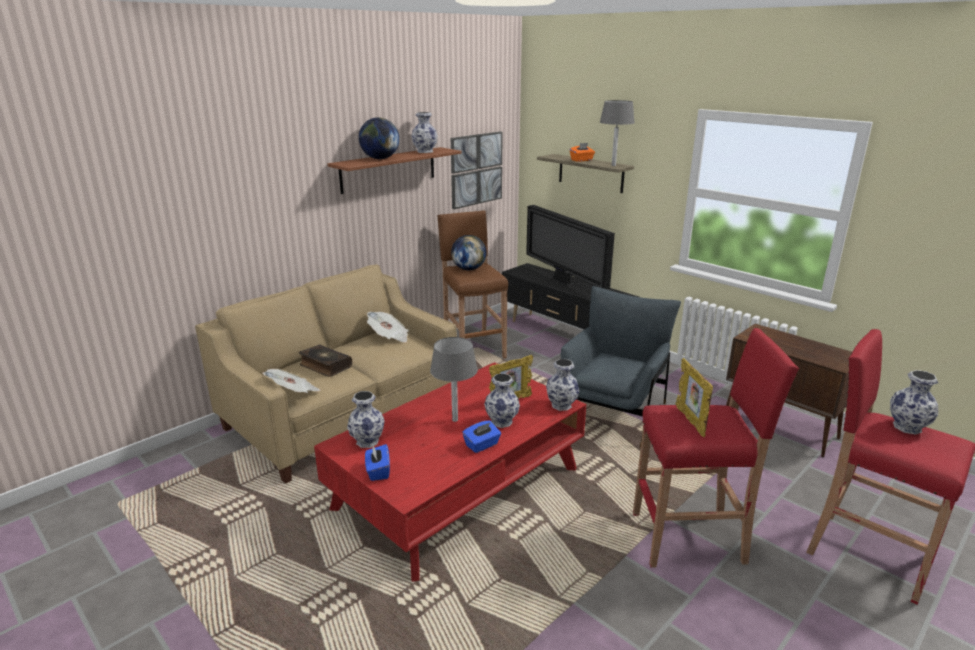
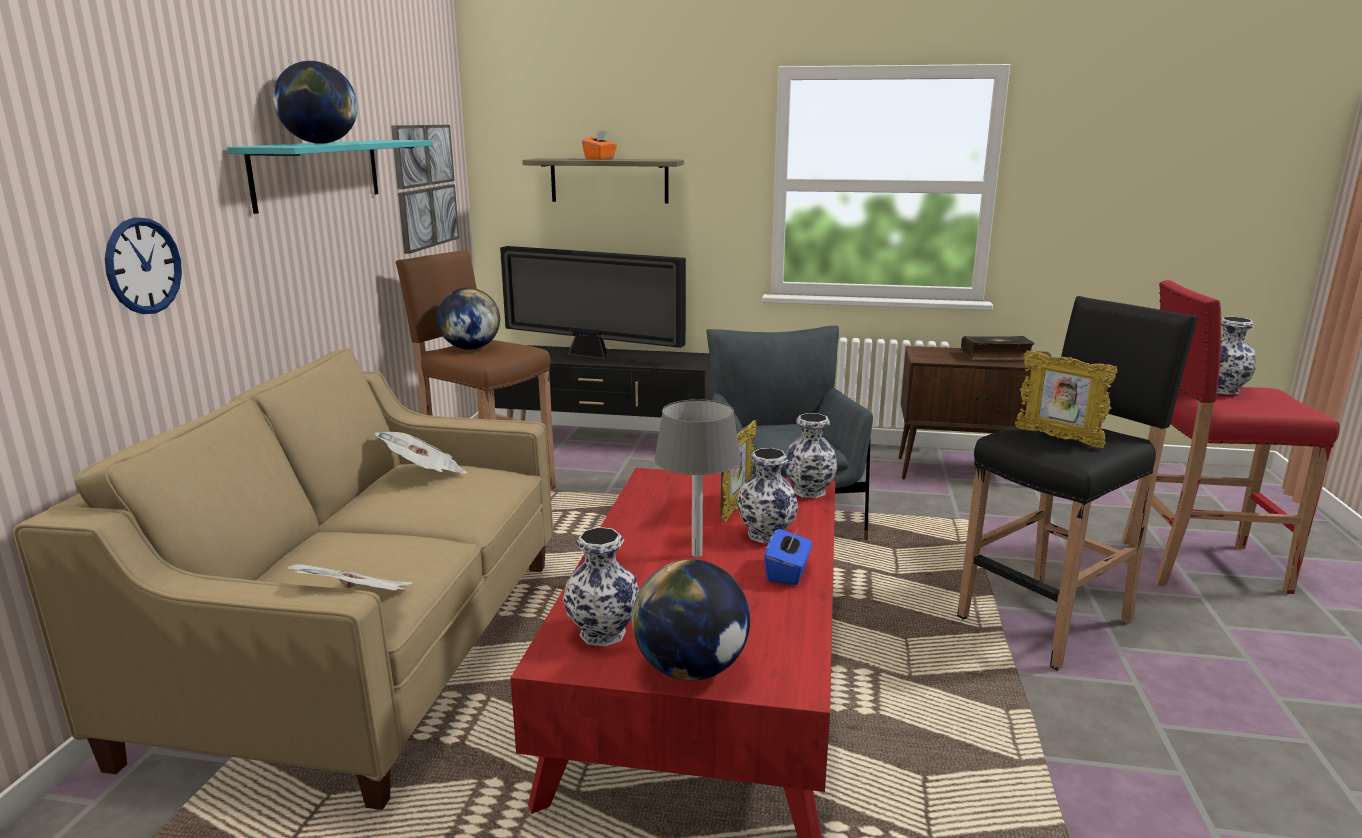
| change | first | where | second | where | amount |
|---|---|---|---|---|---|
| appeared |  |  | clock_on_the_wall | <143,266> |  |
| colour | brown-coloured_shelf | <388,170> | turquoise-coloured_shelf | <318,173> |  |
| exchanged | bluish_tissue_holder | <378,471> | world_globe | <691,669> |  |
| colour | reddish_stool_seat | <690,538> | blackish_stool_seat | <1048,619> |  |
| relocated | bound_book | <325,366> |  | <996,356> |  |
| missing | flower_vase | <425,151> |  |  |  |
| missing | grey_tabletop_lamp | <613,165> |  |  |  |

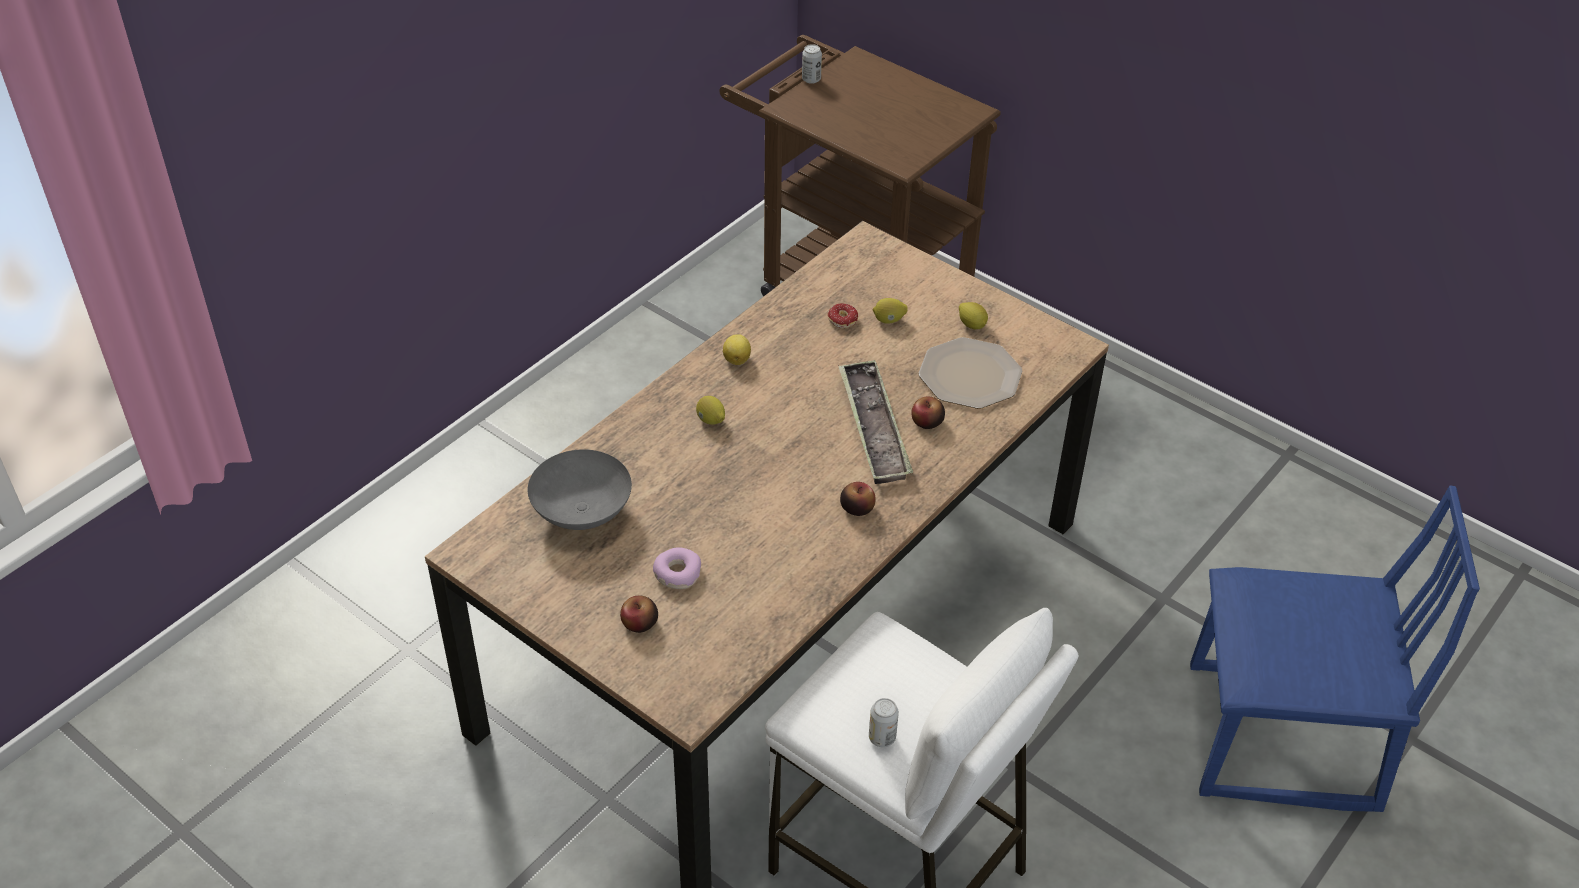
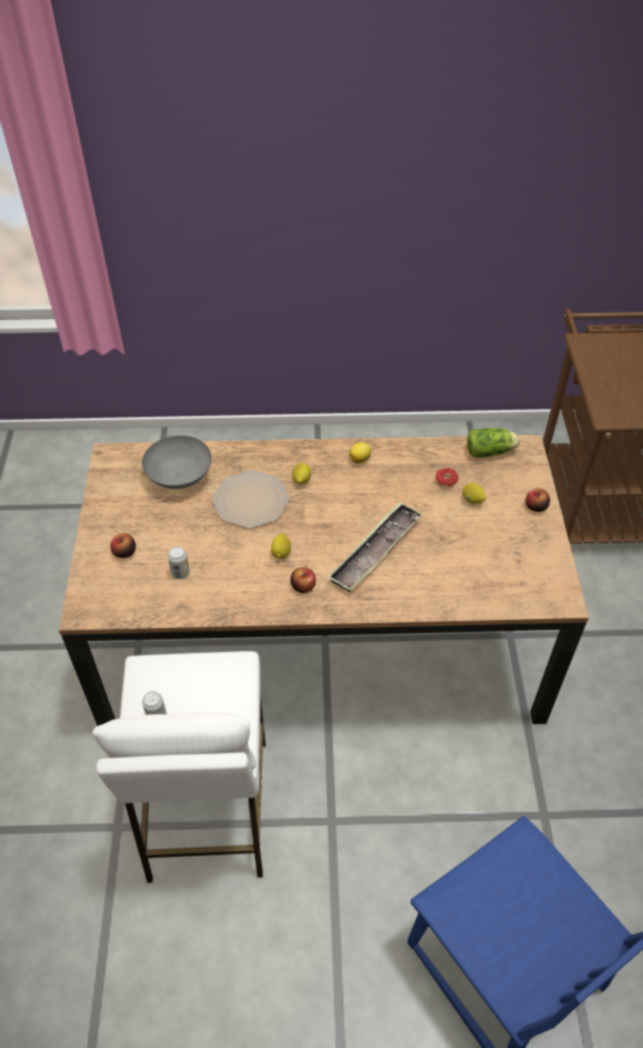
| change | first | where | second | where | amount |
|---|---|---|---|---|---|
| relocated | can | <811,79> |  | <180,573> |  |
| relocated | dinner_plate | <970,374> |  | <251,500> |  |
| relocated | whole_lemon | <972,325> |  | <281,552> |  |
| appeared |  |  | lettuce | <491,451> |  |
| relocated | apple_fruit | <927,422> |  | <535,506> |  |
| missing | donut | <677,573> |  |  |  |

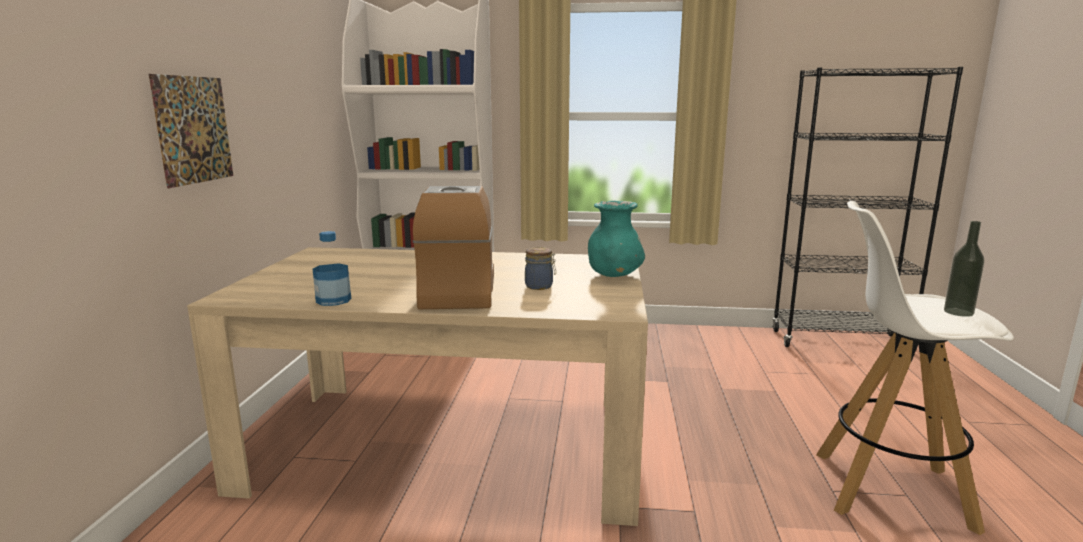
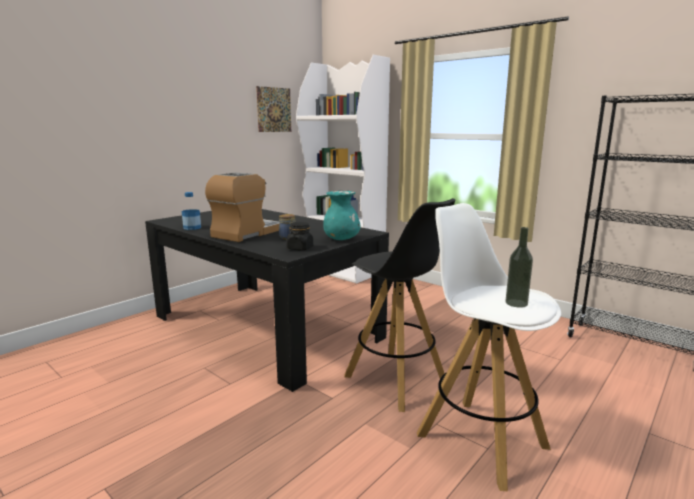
| change | first | where | second | where | amount |
|---|---|---|---|---|---|
| colour | beige_dining_table | <449,445> | blackish_dining_table | <265,326> |  |
| relocated | picture | <194,130> |  | <274,109> |  |
| appeared |  |  | blackish_preserve_jar | <300,248> |  |
| appeared |  |  | blackish_stool_seat | <396,381> |  |

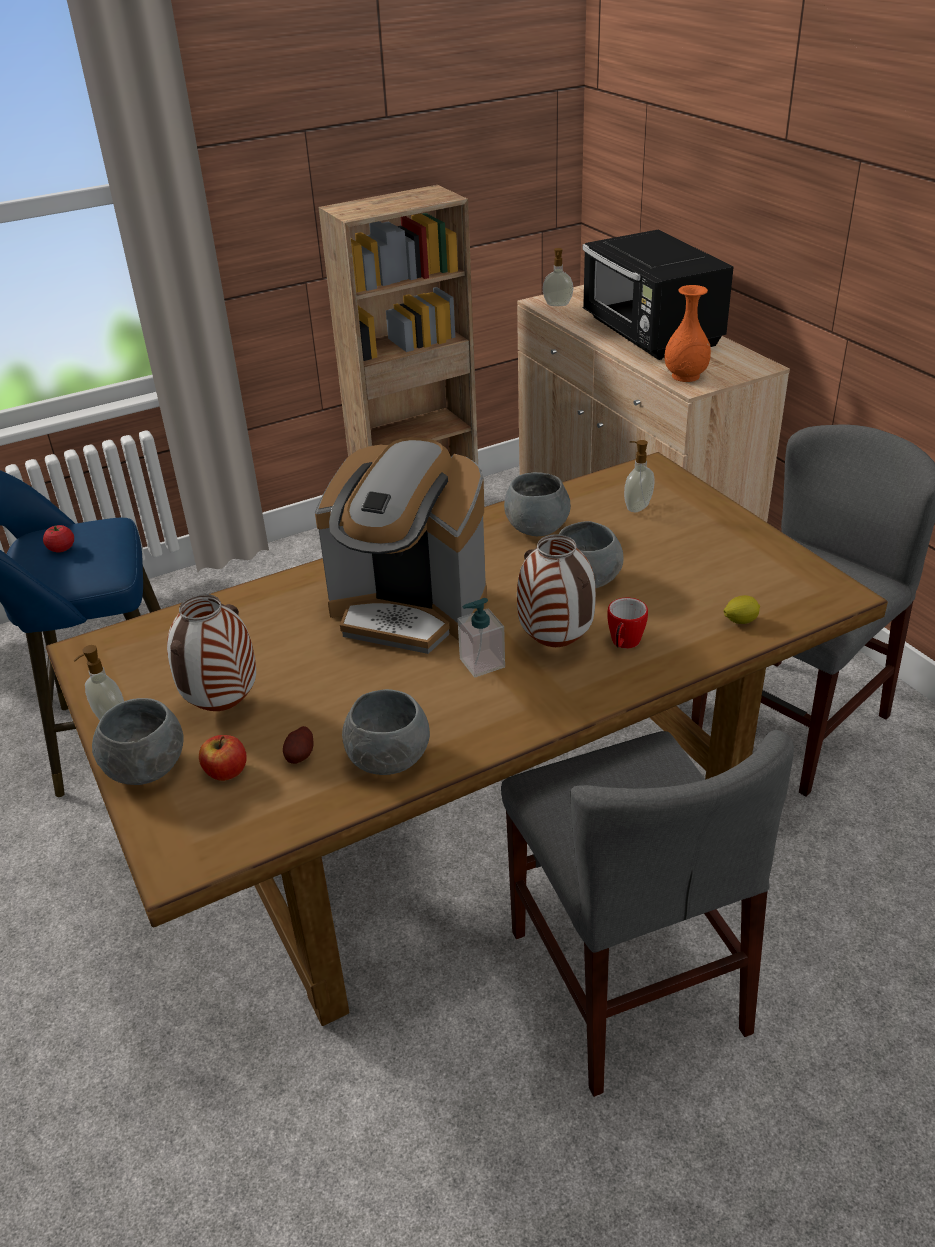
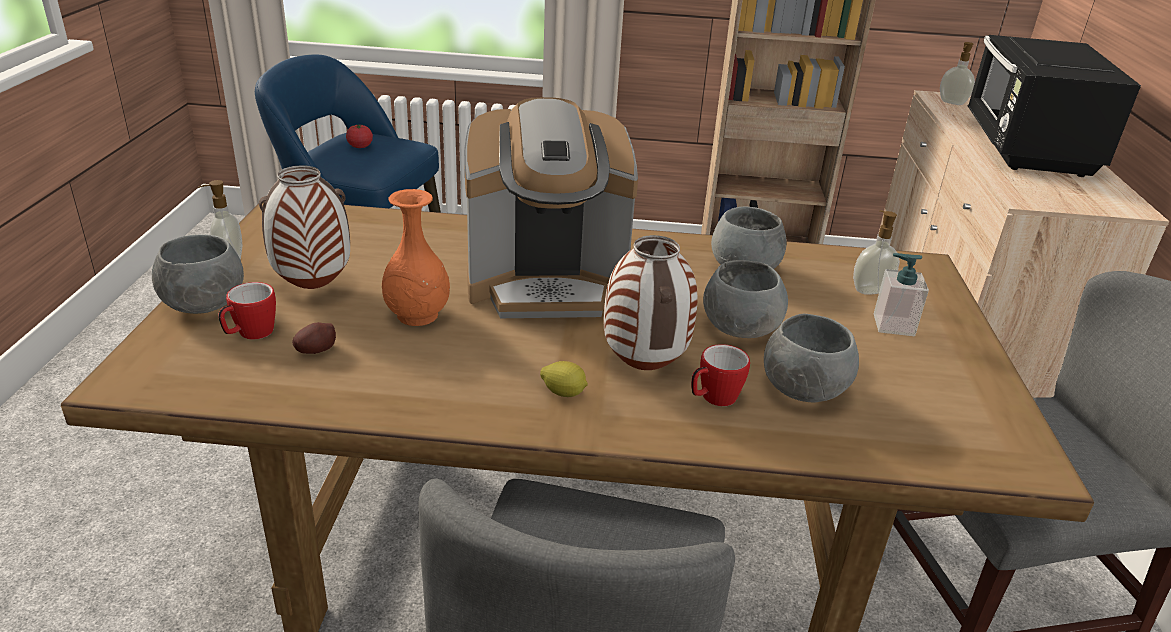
| change | first | where | second | where | amount |
|---|---|---|---|---|---|
| exchanged | apple_fruit | <226,772> | tea_mug | <250,334> |  |
| relocated | orange-coloured_flower_vase | <685,376> |  | <417,316> |  |
| spun | coffee_brewer | <409,611> |  | <547,285> | 60 degrees counterclockwise |
| relocated | whole_lemon | <740,621> |  | <564,393> |  |
| relocated | grey_serving_bowl | <388,759> |  | <802,390> |  |
| relocated | soap_bottle | <482,663> |  | <893,325> |  |

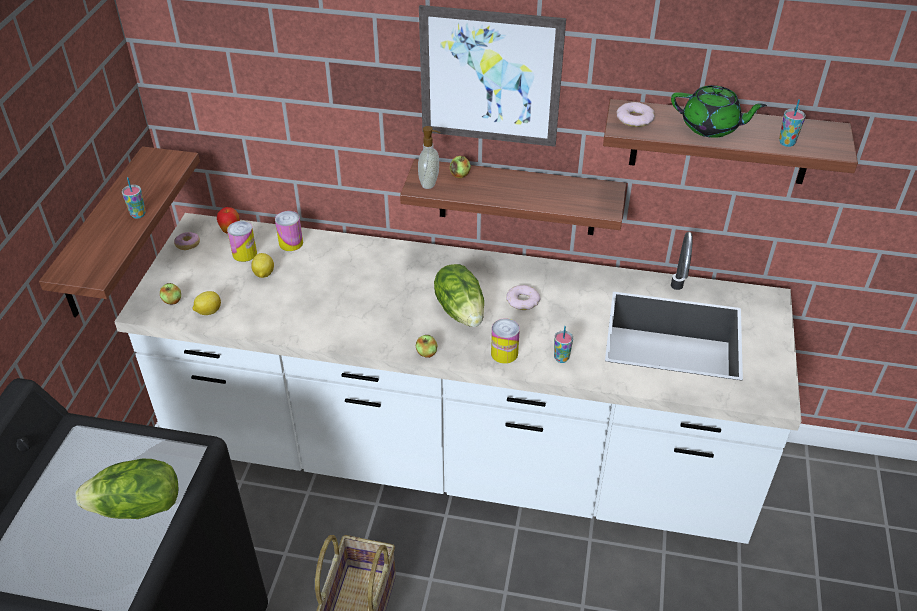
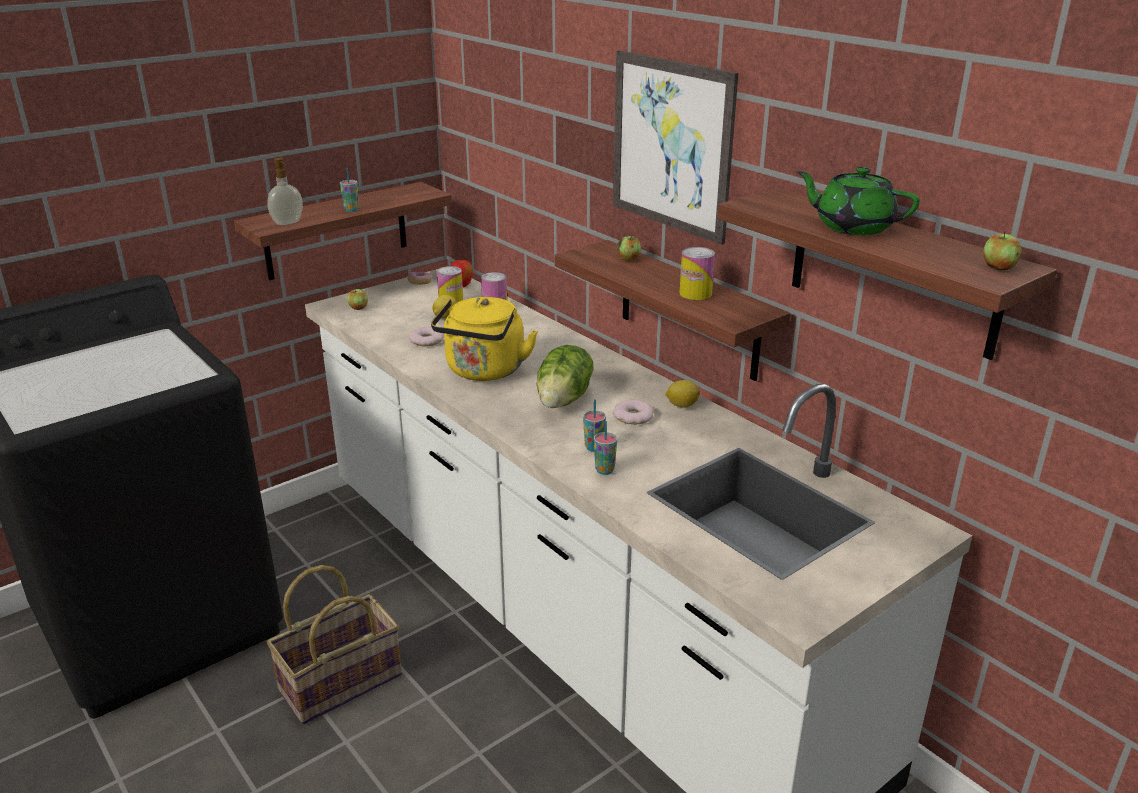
| change | first | where | second | where | amount |
|---|---|---|---|---|---|
| relocated | soap_bottle | <430,183> |  | <288,223> |  |
| relocated | donut | <634,118> |  | <427,340> |  |
| appeared |  |  | yellow-coloured_water_kettle | <484,372> |  |
| relocated | cup | <786,143> |  | <594,448> |  |
| relocated | whole_lemon | <208,311> |  | <681,405> |  |
| relocated | can | <504,353> |  | <695,293> |  |
| spun | green_pot_for_tea | <711,127> |  | <852,226> | 150 degrees clockwise |
| relocated | apple_fruit | <426,353> |  | <998,267> |  |
| missing | lettuce | <137,507> |  |  |  |

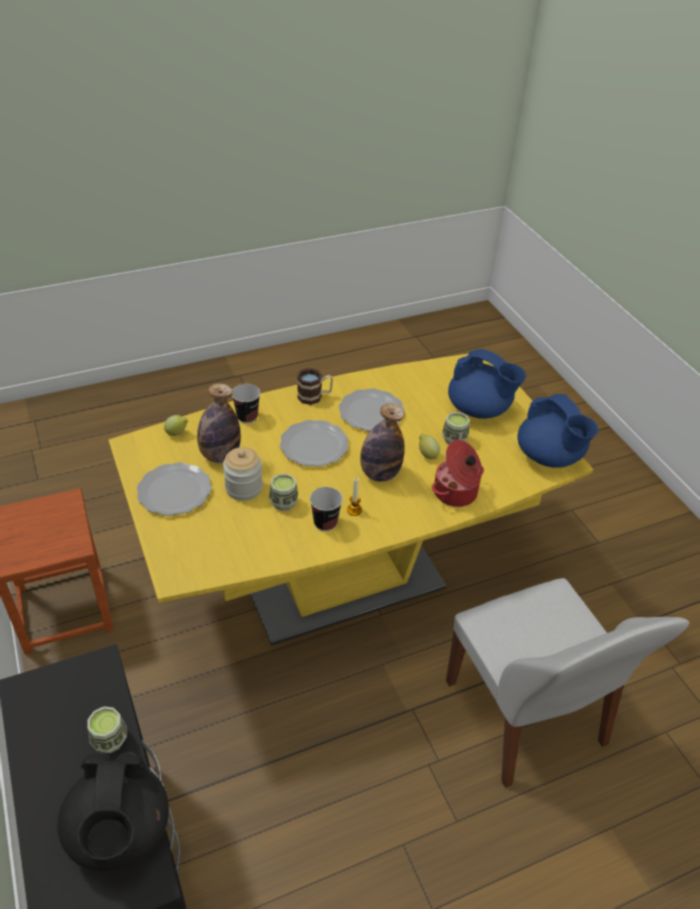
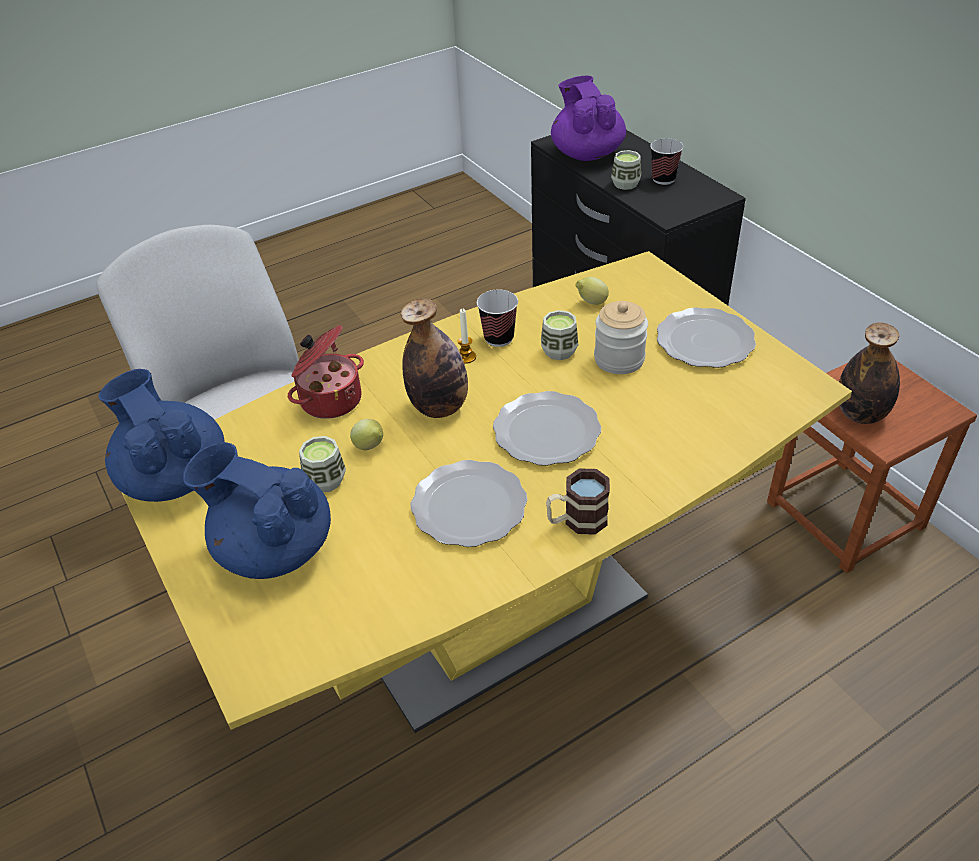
| change | first | where | second | where | amount |
|---|---|---|---|---|---|
| colour | blackish_pot_for_tea | <119,832> | purplish_pot_for_tea | <586,153> |  |
| relocated | whole_lemon | <177,433> |  | <591,303> |  |
| relocated | cup | <247,417> |  | <663,179> |  |
| relocated | beverage_bottle | <220,455> |  | <860,414> |  |

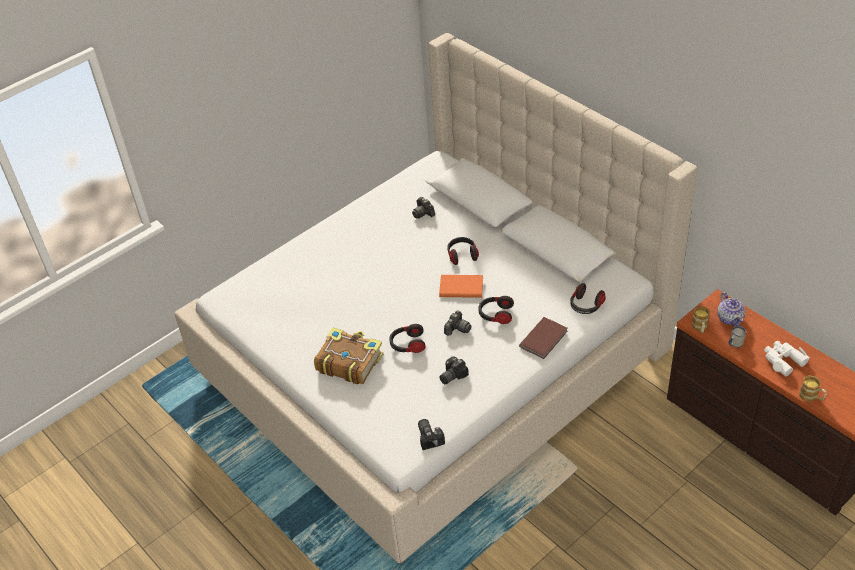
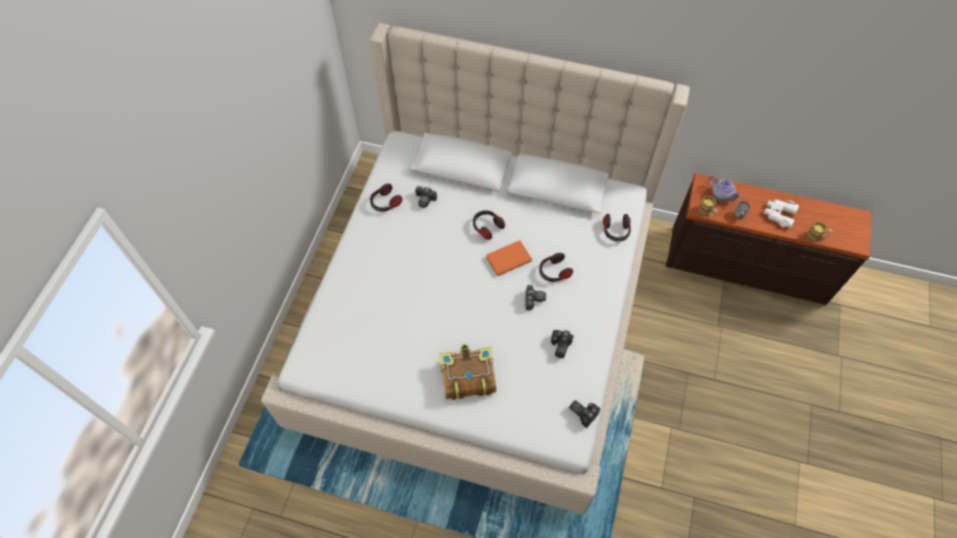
| change | first | where | second | where | amount |
|---|---|---|---|---|---|
| relocated | headphones | <407,345> |  | <385,203> |  |
| missing | brown-coloured_bound_book | <544,339> |  |  |  |

